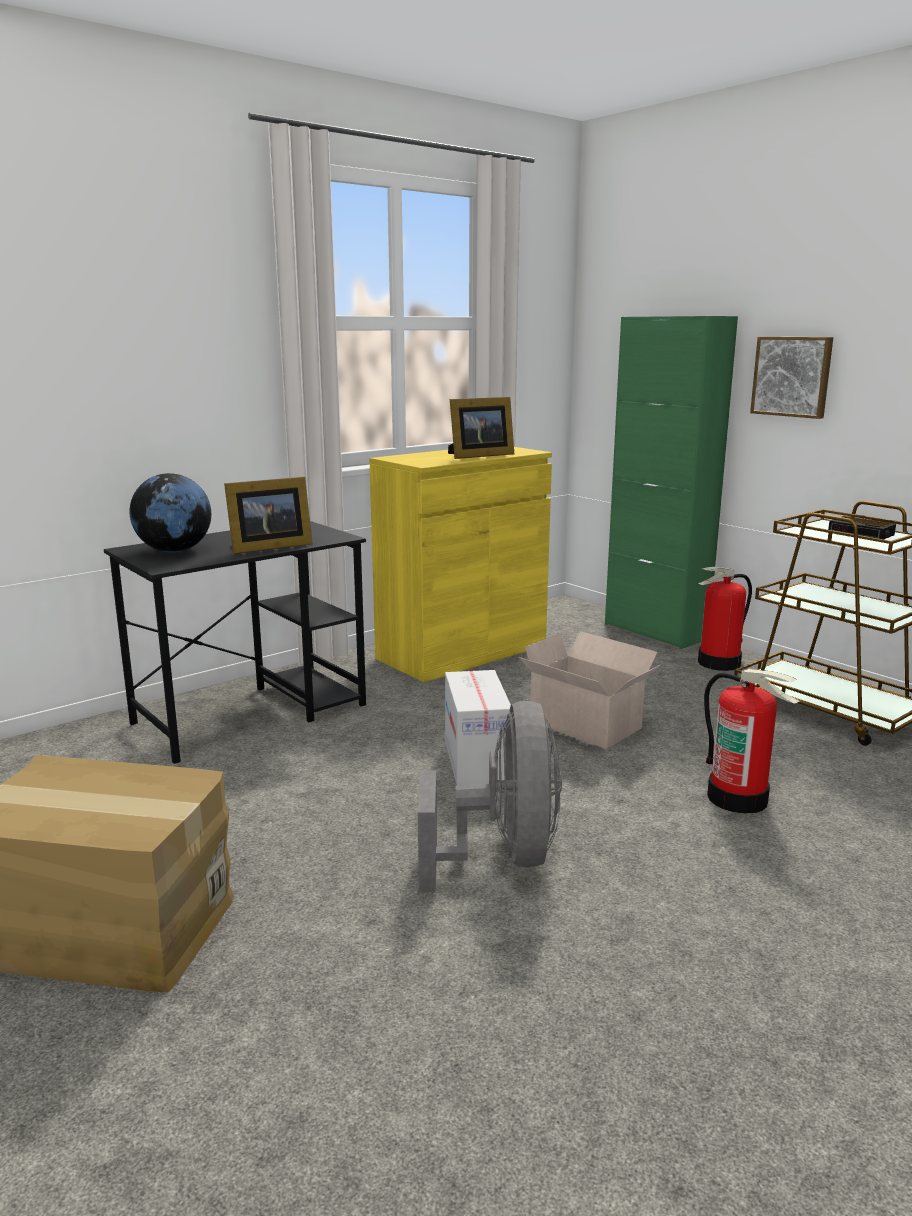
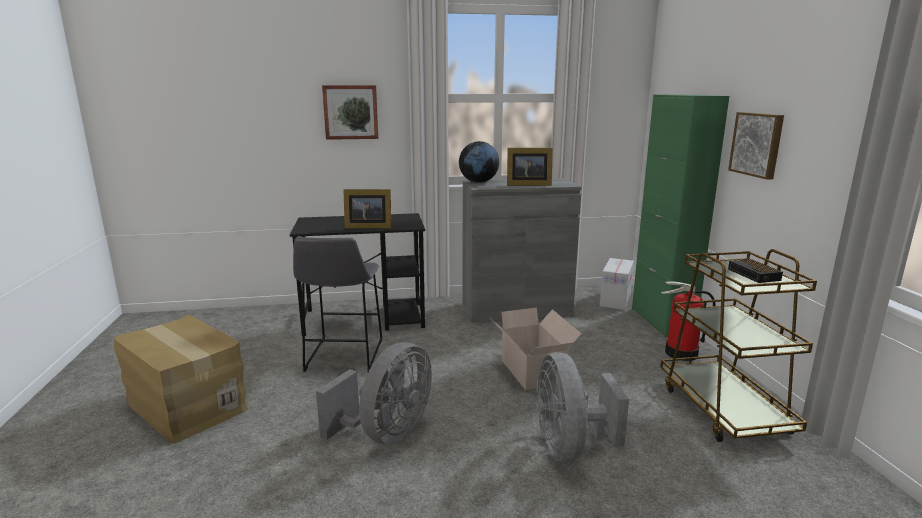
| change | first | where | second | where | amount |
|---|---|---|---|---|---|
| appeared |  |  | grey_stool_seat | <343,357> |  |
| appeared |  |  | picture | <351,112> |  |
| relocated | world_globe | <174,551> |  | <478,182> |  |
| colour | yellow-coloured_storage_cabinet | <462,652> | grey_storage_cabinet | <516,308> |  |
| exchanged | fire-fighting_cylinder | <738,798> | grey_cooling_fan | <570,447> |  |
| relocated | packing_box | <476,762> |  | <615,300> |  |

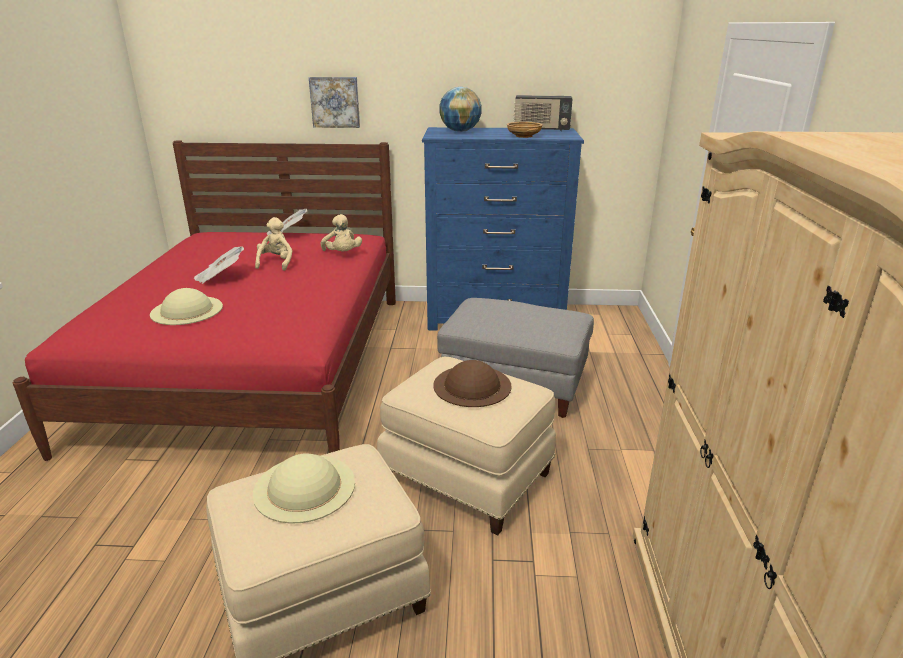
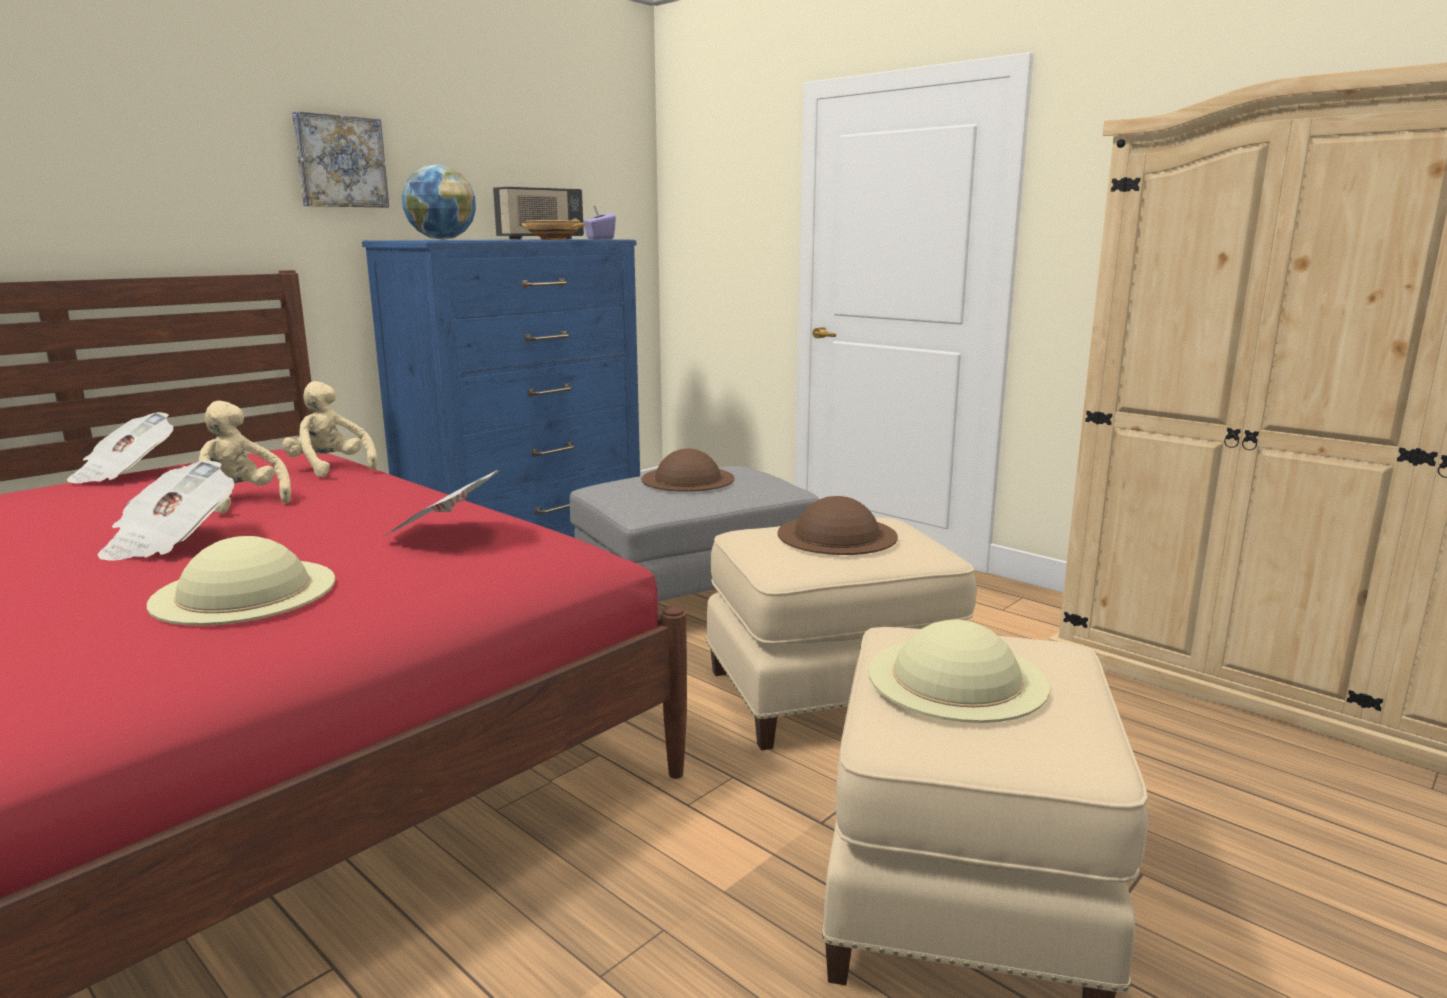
| change | first | where | second | where | amount |
|---|---|---|---|---|---|
| spun | beige_cuddly_toy | <342,254> |  | <330,468> | 150 degrees counterclockwise |
| relocated | picture | <335,102> |  | <340,162> |  |
| appeared |  |  | newspaper | <444,533> |  |
| appeared |  |  | purplish_tissue_holder | <599,239> |  |
| appeared |  |  | brown-coloured_clothing_hat | <688,479> |  |

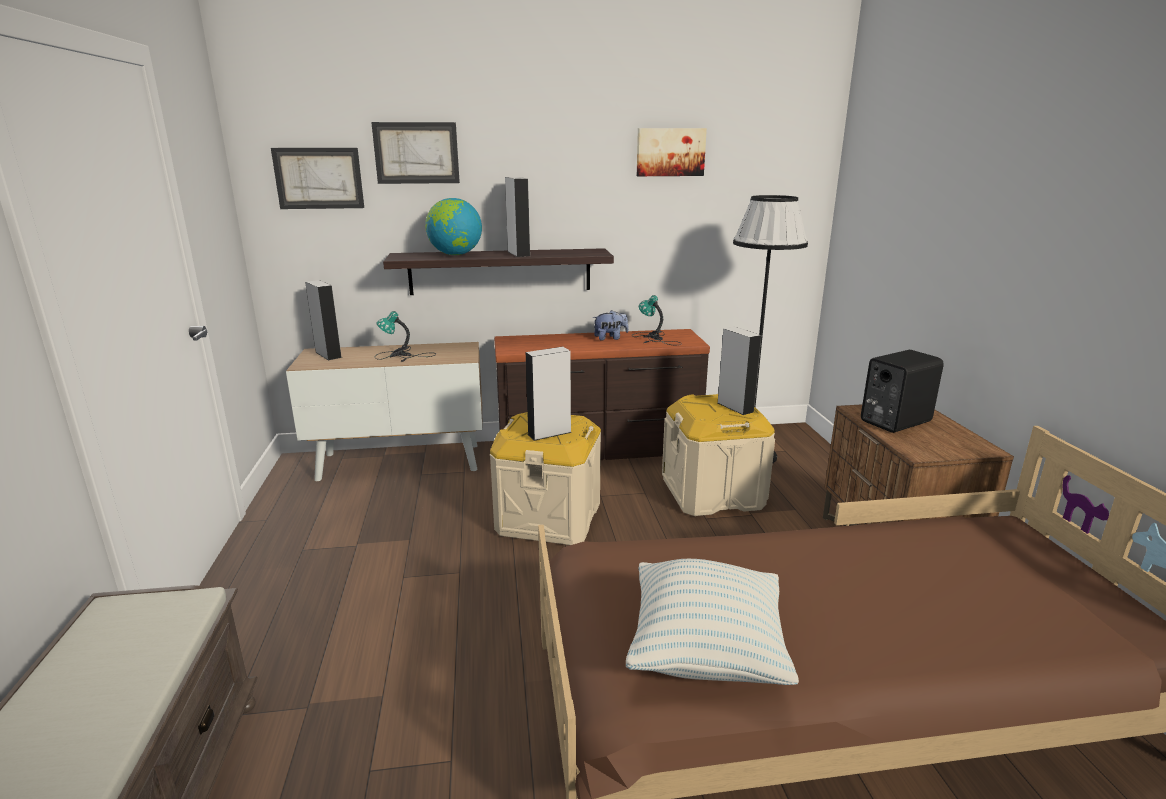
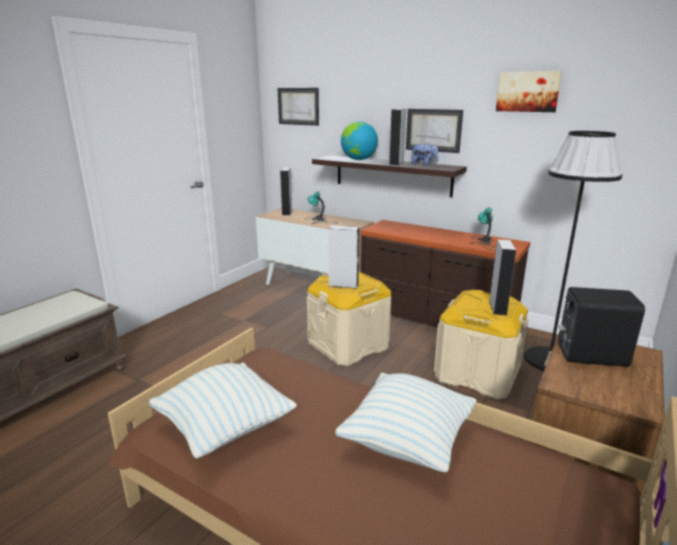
| change | first | where | second | where | amount |
|---|---|---|---|---|---|
| appeared |  |  | throw_pillow | <407,441> |  |
| relocated | picture | <416,153> |  | <433,130> |  |
| relocated | cuddly_toy | <610,338> |  | <423,164> |  |

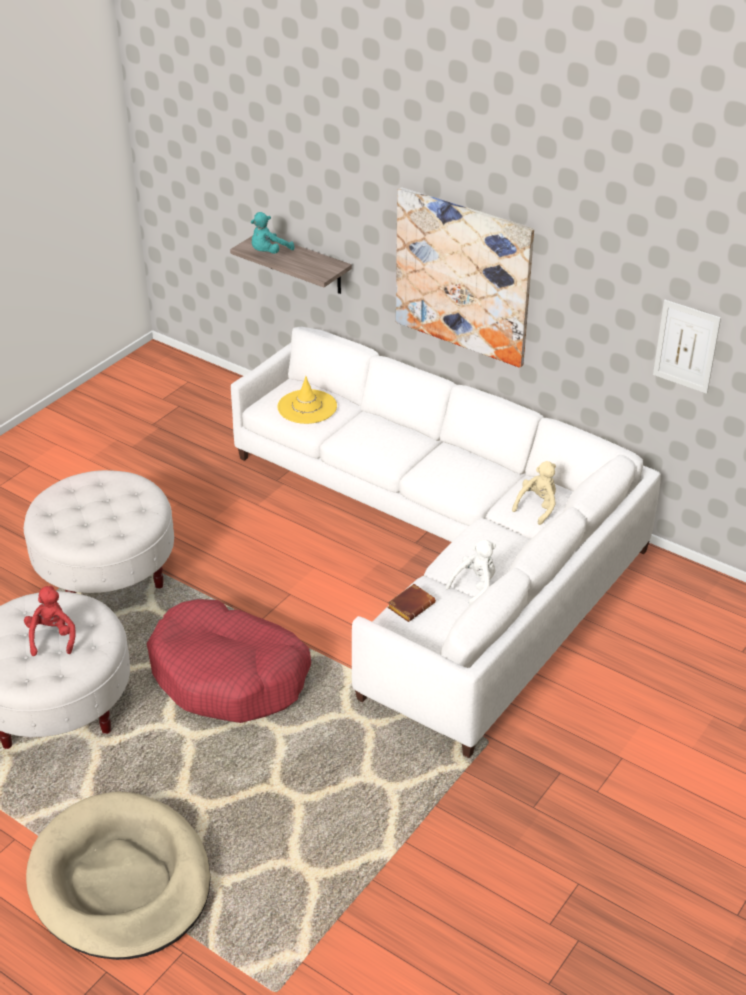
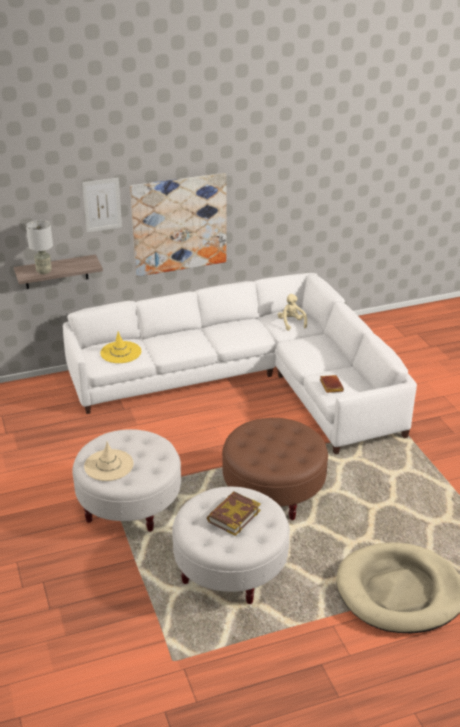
| change | first | where | second | where | amount |
|---|---|---|---|---|---|
| exchanged | turquoise-coloured_cuddly_toy | <269,253> | grey_tabletop_lamp | <43,271> |  |
| relocated | picture | <686,346> |  | <102,205> |  |
| appeared |  |  | beige_clothing_hat | <108,465> |  |
| exchanged | reddish_cuddly_toy | <52,637> | bound_book | <233,516> |  |
| exchanged | reddish_pet_bed | <229,676> | brown-coloured_pouffe | <273,490> |  |
| missing | white_cuddly_toy | <475,587> |  |  |  |

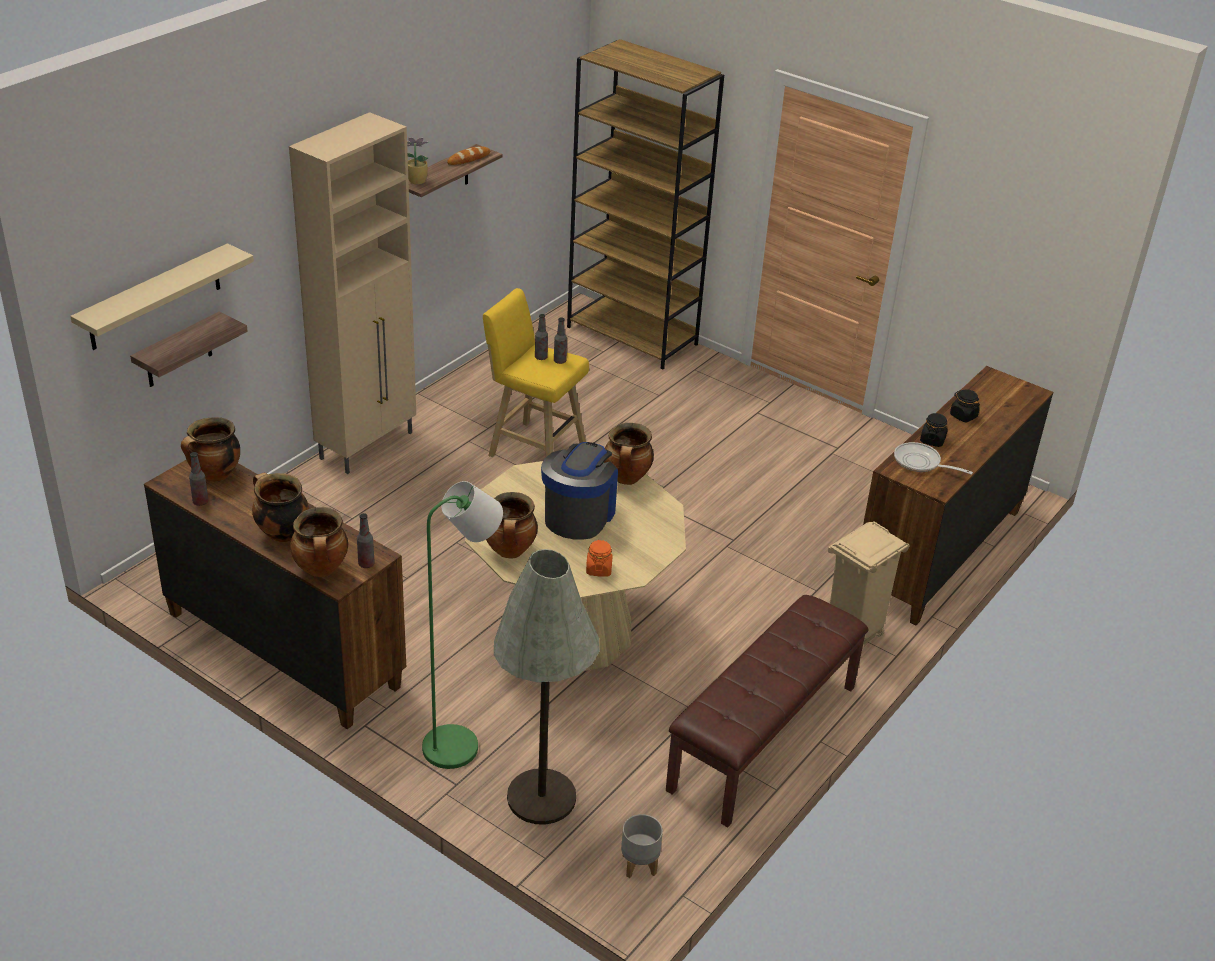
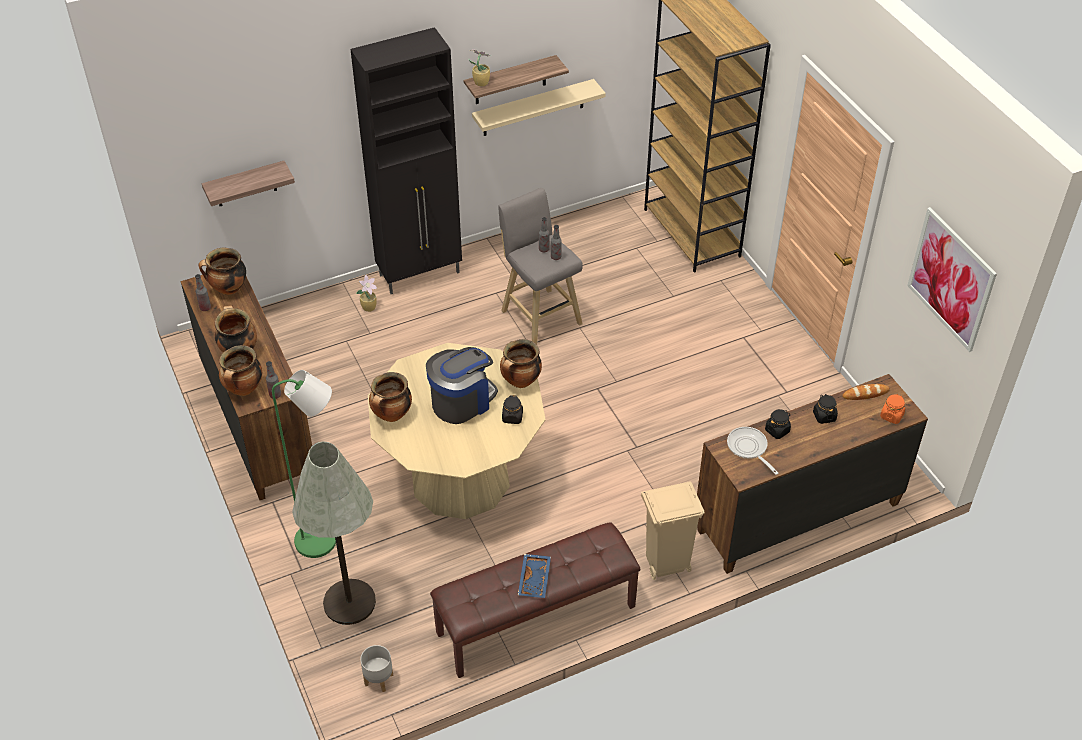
| change | first | where | second | where | amount |
|---|---|---|---|---|---|
| colour | beige_storage_cabinet | <368,445> | blackish_storage_cabinet | <421,274> |  |
| appeared |  |  | houseplant | <369,307> |  |
| relocated | beige_shelf | <155,298> |  | <533,108> |  |
| colour | yellow-coloured_stool_seat | <533,449> | grey_stool_seat | <539,315> |  |
| appeared |  |  | blackish_preserve_jar | <512,417> |  |
| appeared |  |  | bluish_carrying_tray | <535,580> |  |
| relocated | bread | <469,159> |  | <865,394> |  |
| relocated | orange-coloured_preserve_jar | <598,569> |  | <891,415> |  |
| appeared |  |  | picture | <951,279> |  |

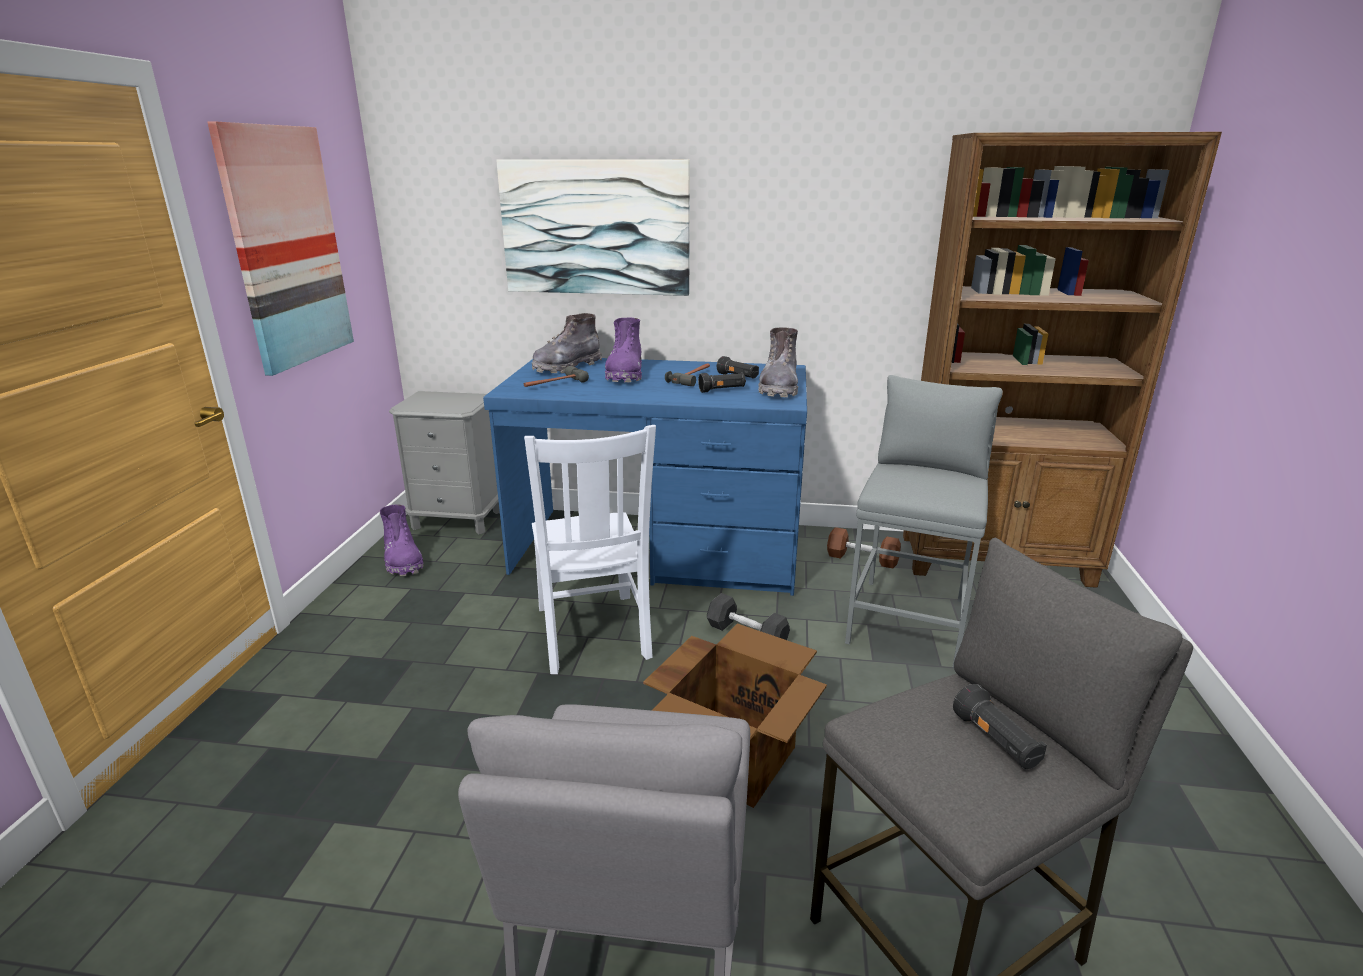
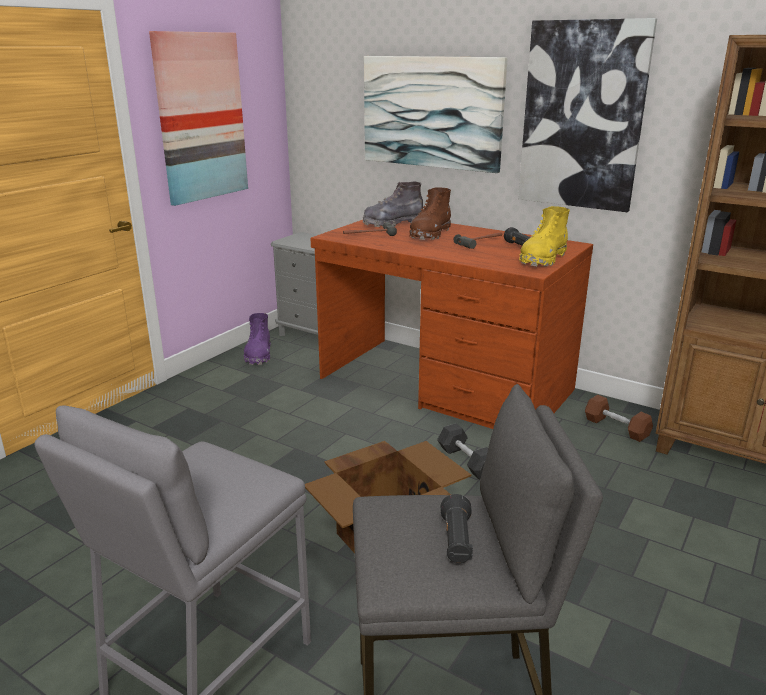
| change | first | where | second | where | amount |
|---|---|---|---|---|---|
| colour | bluish_desk | <659,550> | brown-coloured_desk | <444,385> |  |
| colour | purplish_tall_boot | <625,375> | brown-coloured_tall_boot | <430,234> |  |
| appeared |  |  | picture | <582,116> |  |
| colour | grey_tall_boot | <779,388> | yellow-coloured_tall_boot | <543,259> |  |
| missing | white_upright_chair | <593,634> |  |  |  |
| missing | blackish_hand_torch | <722,390> |  |  |  |
| missing | grey_stool_seat | <908,621> |  |  |  |

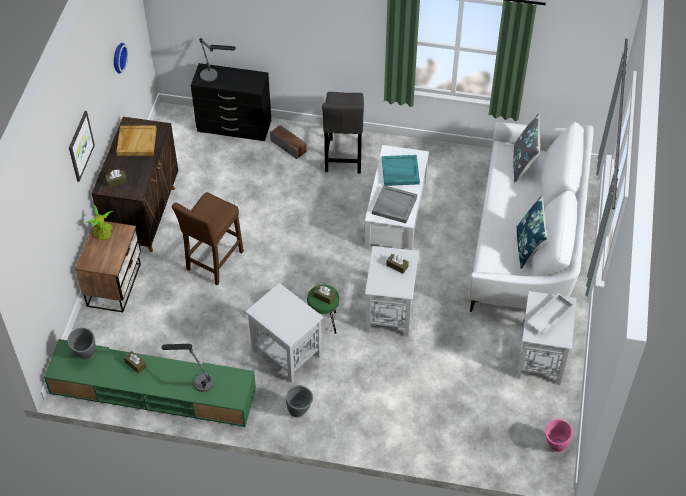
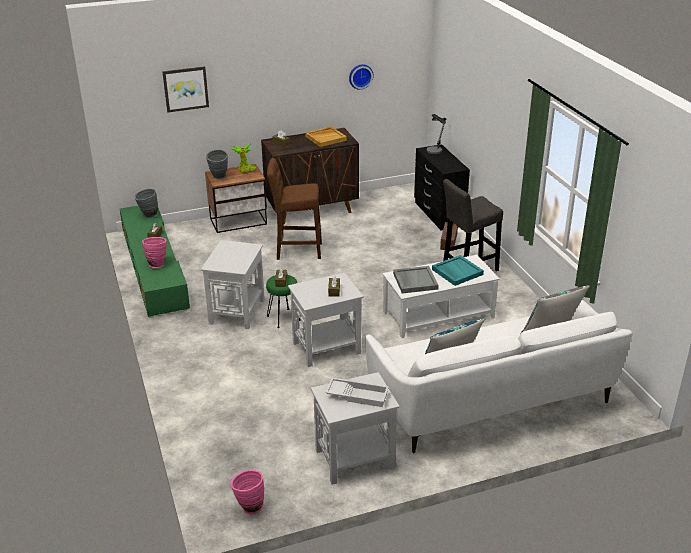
| change | first | where | second | where | amount |
|---|---|---|---|---|---|
| exchanged | tabletop_lamp | <197,382> | pinkish_flower_vase | <157,264> |  |
| relocated | picture | <80,146> |  | <185,89> |  |
| relocated | grey_flower_vase | <300,412> |  | <219,178> |  |

